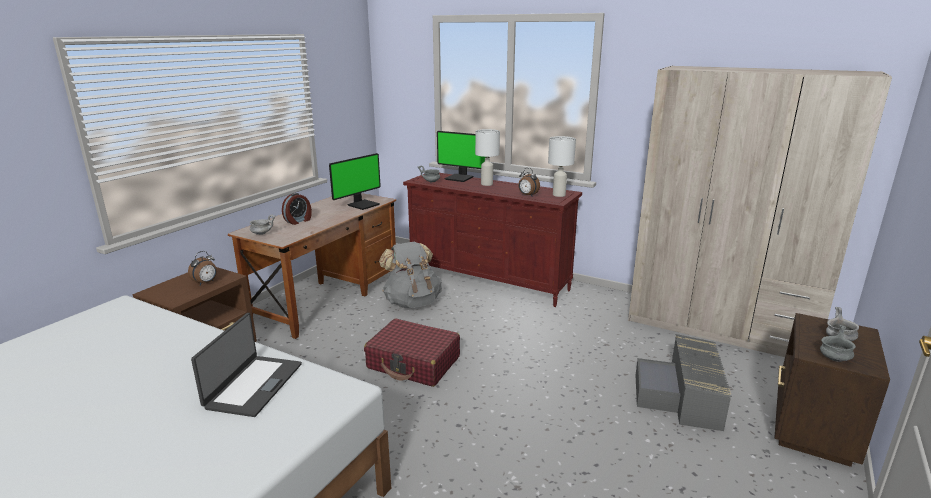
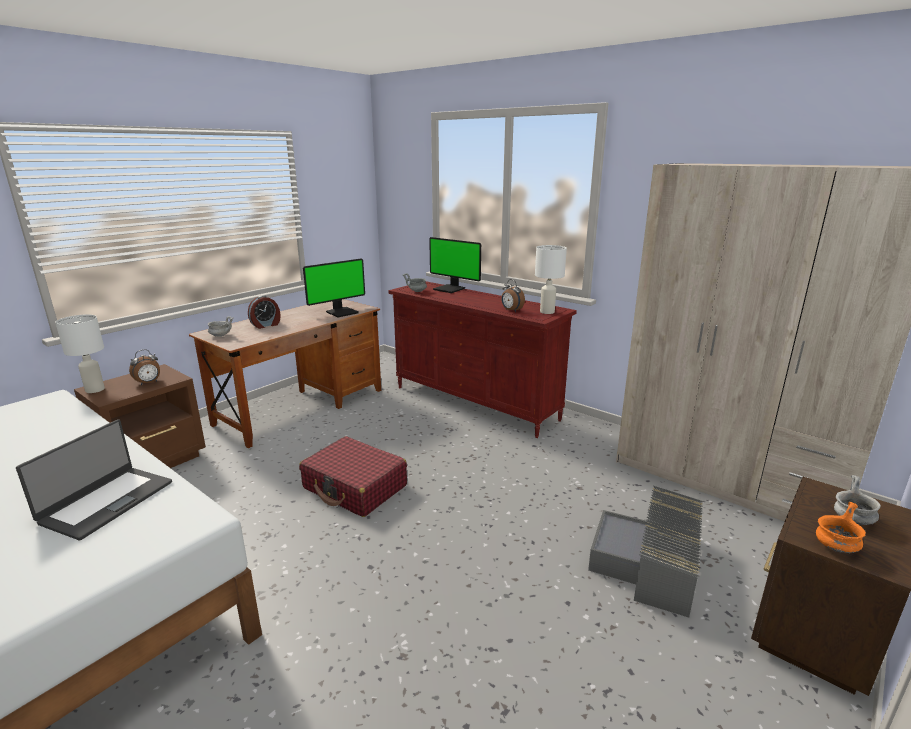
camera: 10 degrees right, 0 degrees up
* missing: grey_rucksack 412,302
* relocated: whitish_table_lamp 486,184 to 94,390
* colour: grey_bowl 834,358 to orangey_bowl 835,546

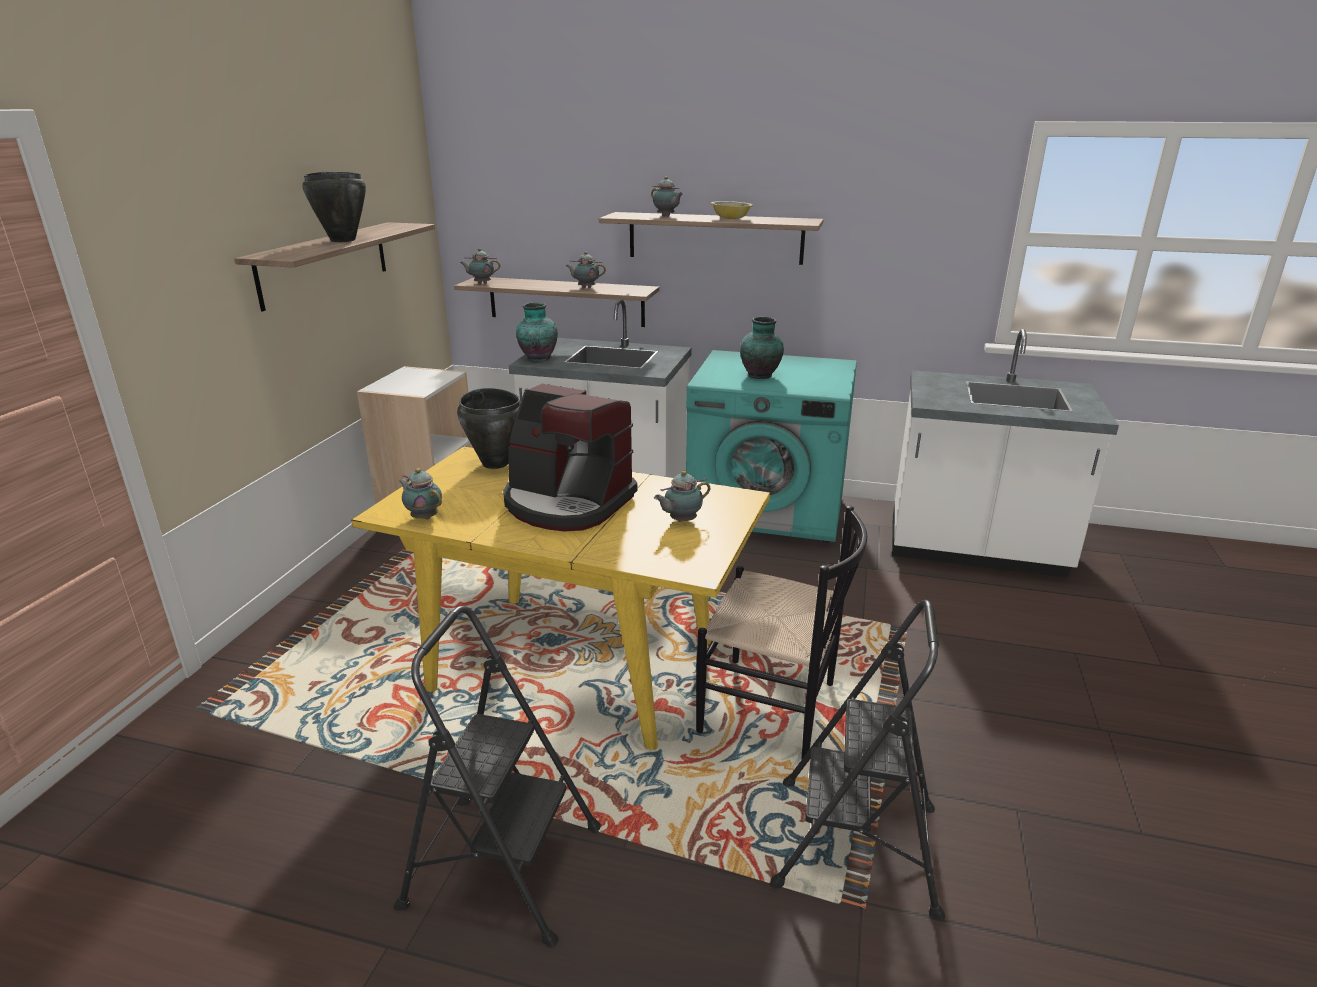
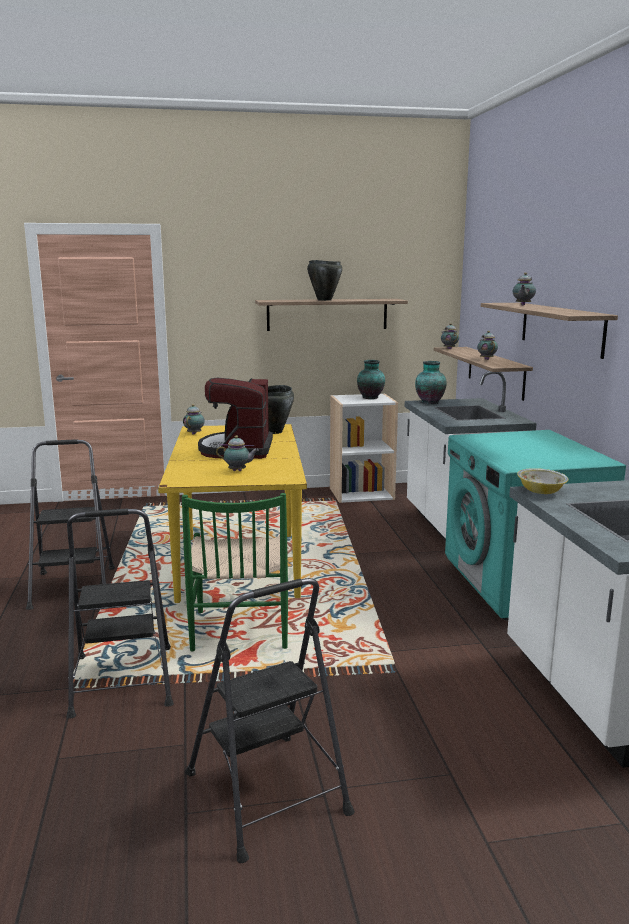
camera: 65 degrees right, 10 degrees down
* appeared: black_step_stool 268,794
* relocated: bowl 731,218 to 541,492
* relocated: flower_vase 761,375 to 371,398
* colour: black_plain_chair 774,710 to greenish_plain_chair 240,633
* spun: pot_for_tea 681,520 = 238,471 150 degrees clockwise

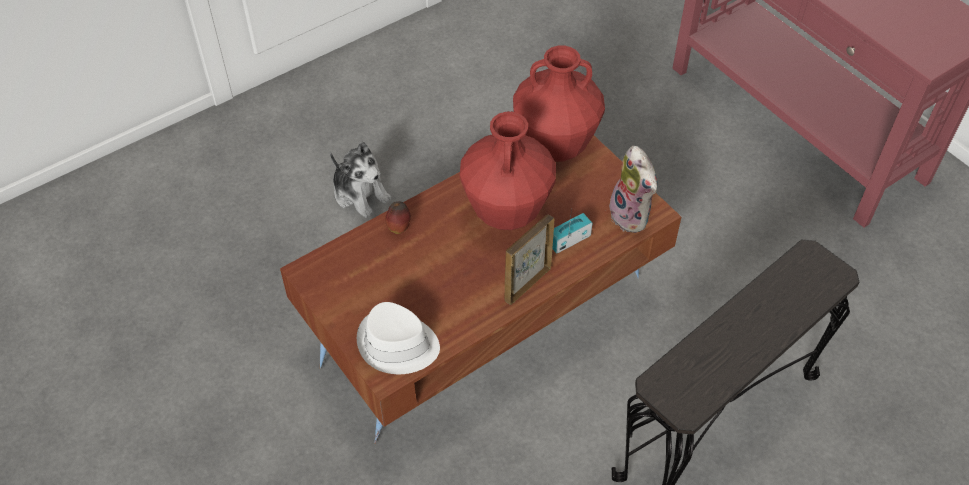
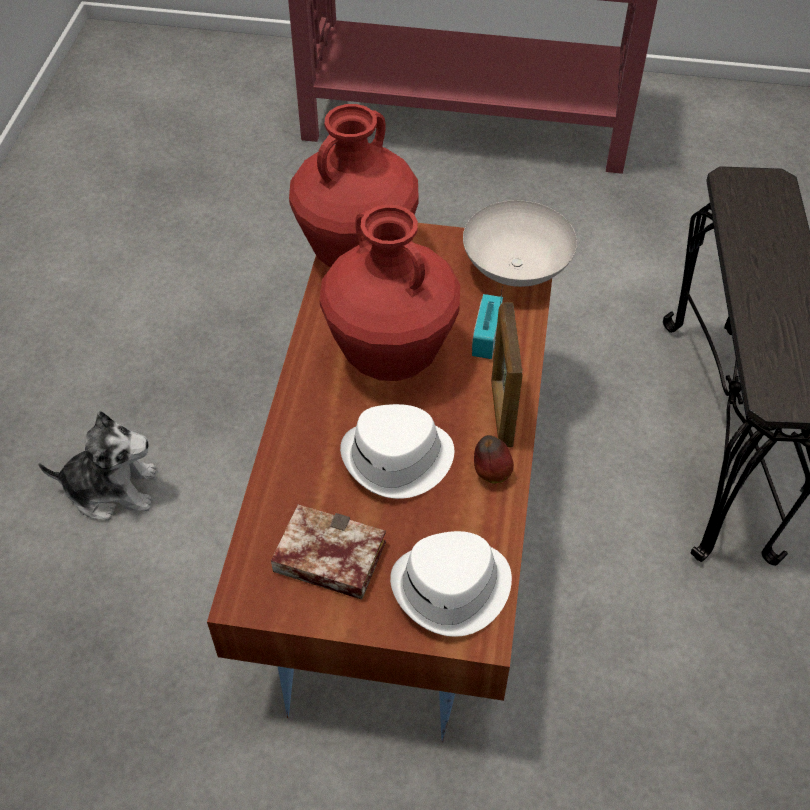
camera: 45 degrees left, 0 degrees up
* appeared: volume 324,559
* appeared: whitish_wearable_hat 398,459
* relocated: apple 399,227 to 491,473
* exchanged: plush_toy 632,216 to whitish_bowl 514,269

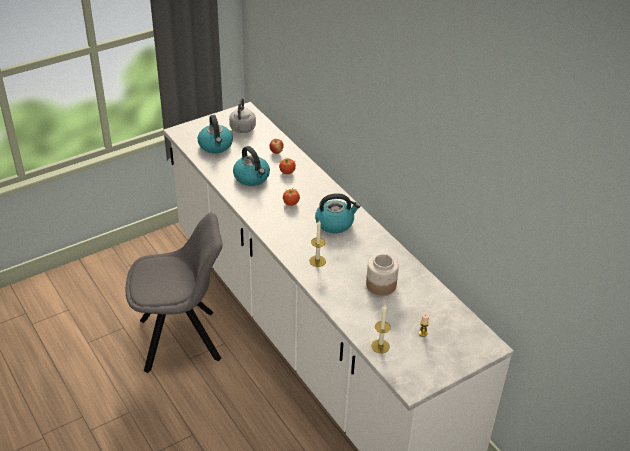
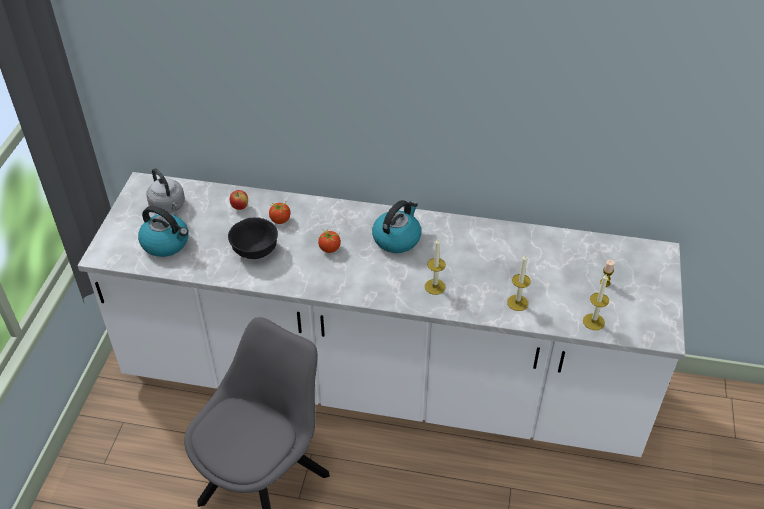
camera: 45 degrees left, 5 degrees up
* missing: jar 380,285
* appeared: wax_candle 517,303
* exchanged: tea_kettle 252,177 to black_bowl 254,250

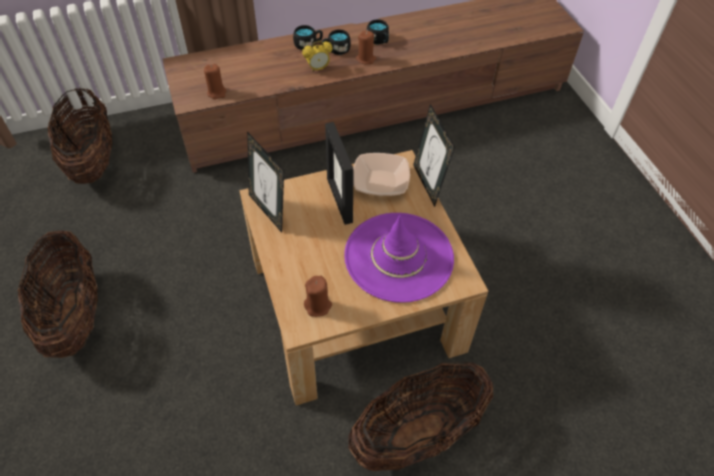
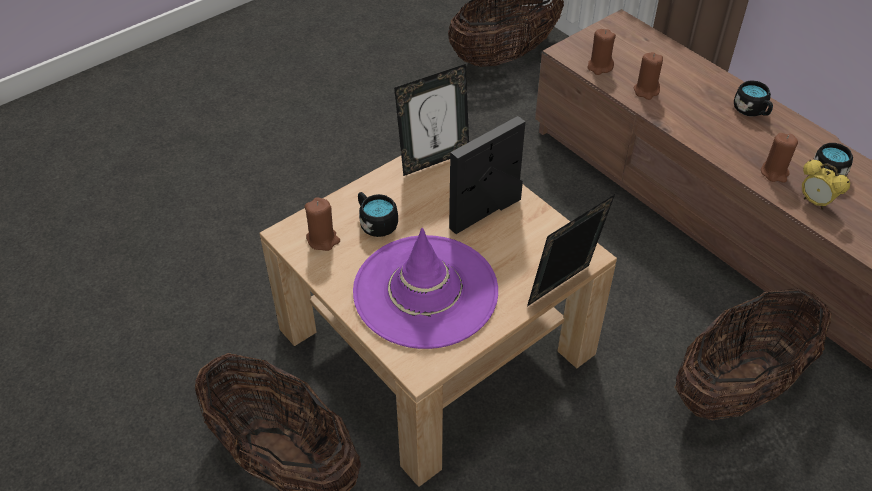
camera: 70 degrees right, 5 degrees down
* missing: bowl 380,182
* appeared: brown_wax_candle 646,91
* relocated: storage_basket 74,315 to 739,386
* relocated: table_clock 318,69 to 815,202
* relocated: black_coffee_mug 336,50 to 375,222
* spun: picture_frame 269,211 = 433,160 150 degrees counterclockwise

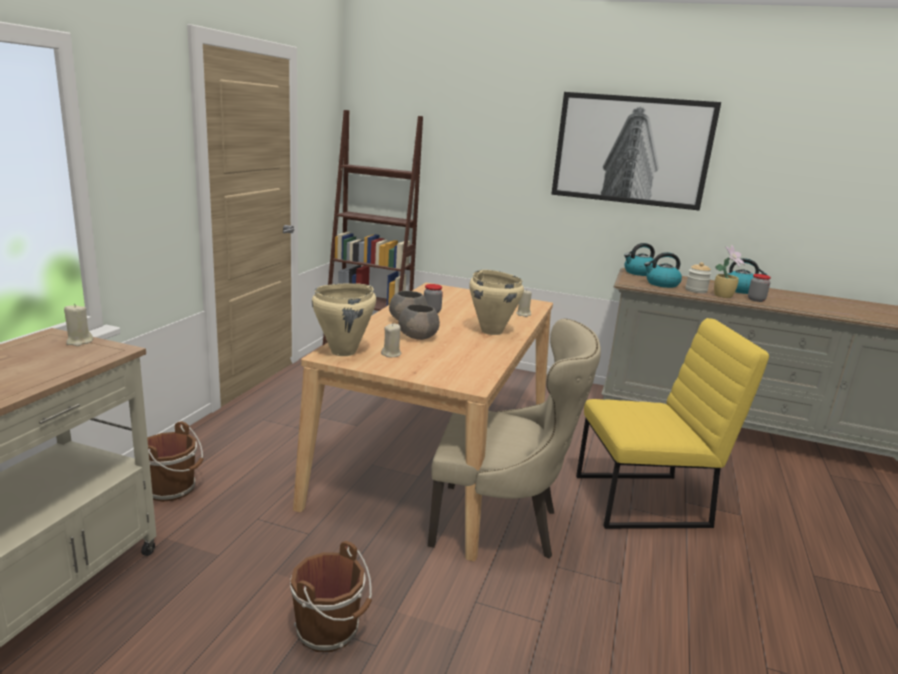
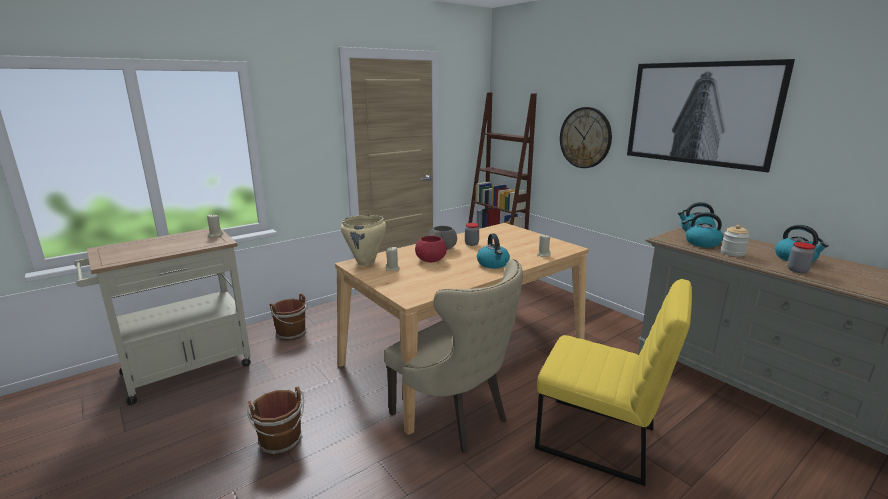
camera: 35 degrees right, 0 degrees up
* missing: potted_plant 723,296
* appeared: wall_clock 585,138
* exchanged: beige-coloured_stockpot 491,331 to tea_kettle 493,264
* colour: grey_bowl 418,336 to red_bowl 431,260

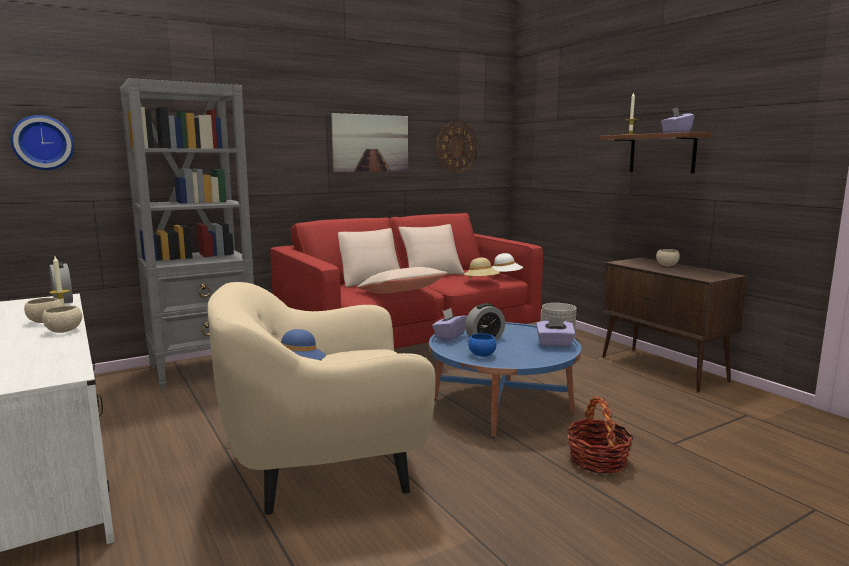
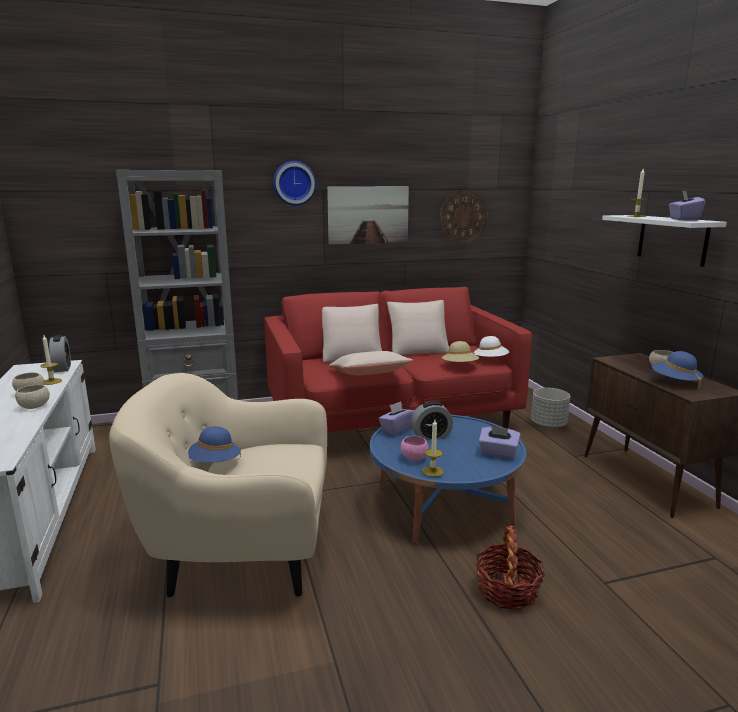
camera: 15 degrees right, 5 degrees up
* appeared: wax_candle 432,471
* appeared: blue-coloured_wearable_hat 675,382
* relocated: wall_clock 43,142 to 294,183
* colour: blue-coloured_bowl 482,355 to pink-coloured_bowl 414,458
* colour: brown_shelf 662,153 to whitish_shelf 672,239

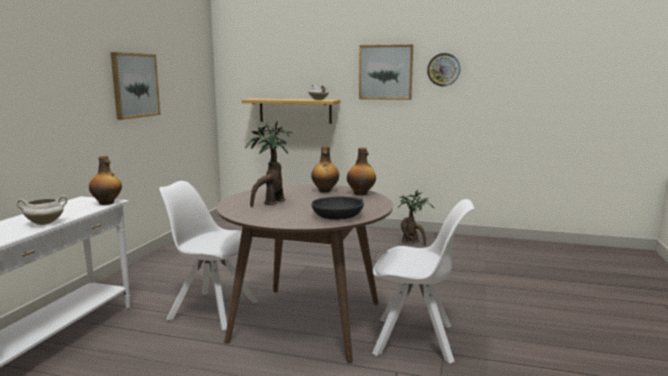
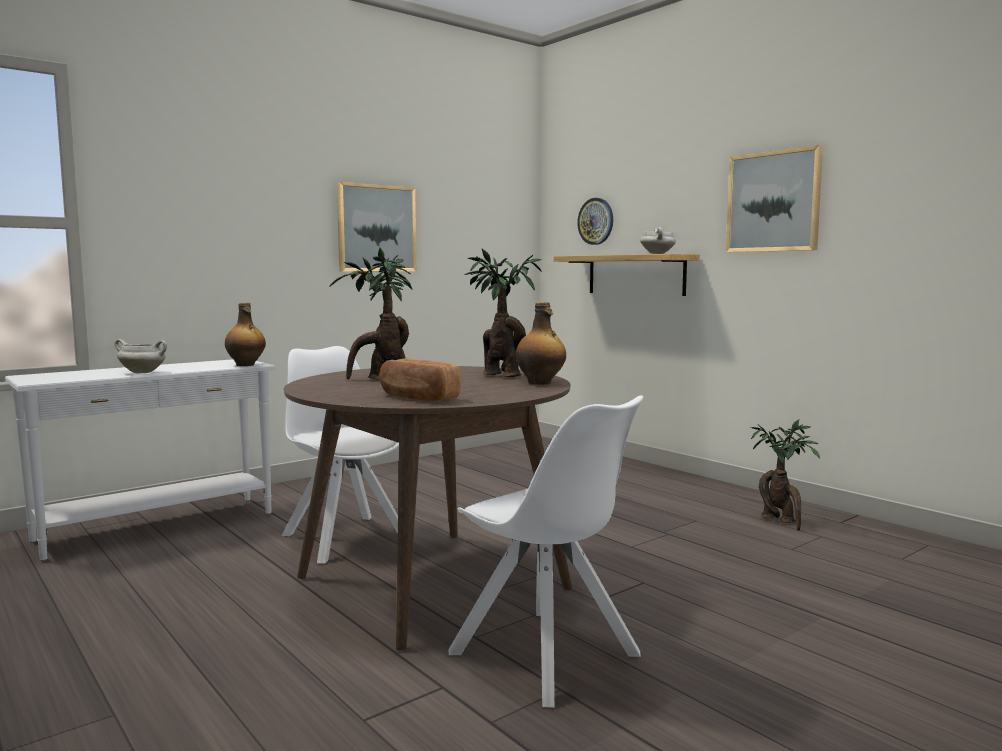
camera: 35 degrees right, 5 degrees down
* relocated: wall_clock 443,69 to 596,221
* exchanged: drink_bottle 325,191 to potted_plant 499,375
* exchanged: black_bowl 337,215 to bread 417,397

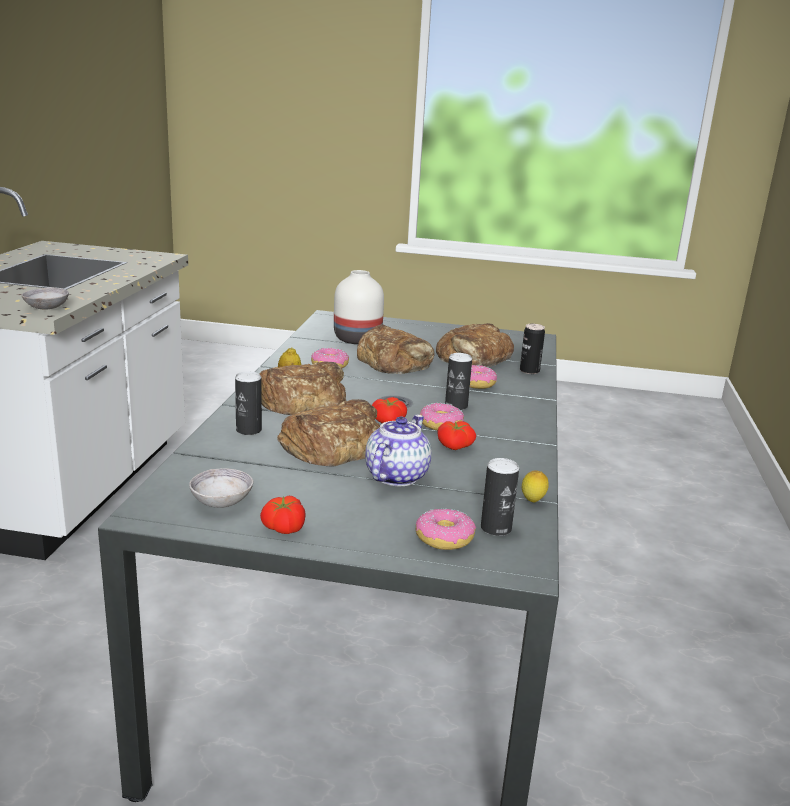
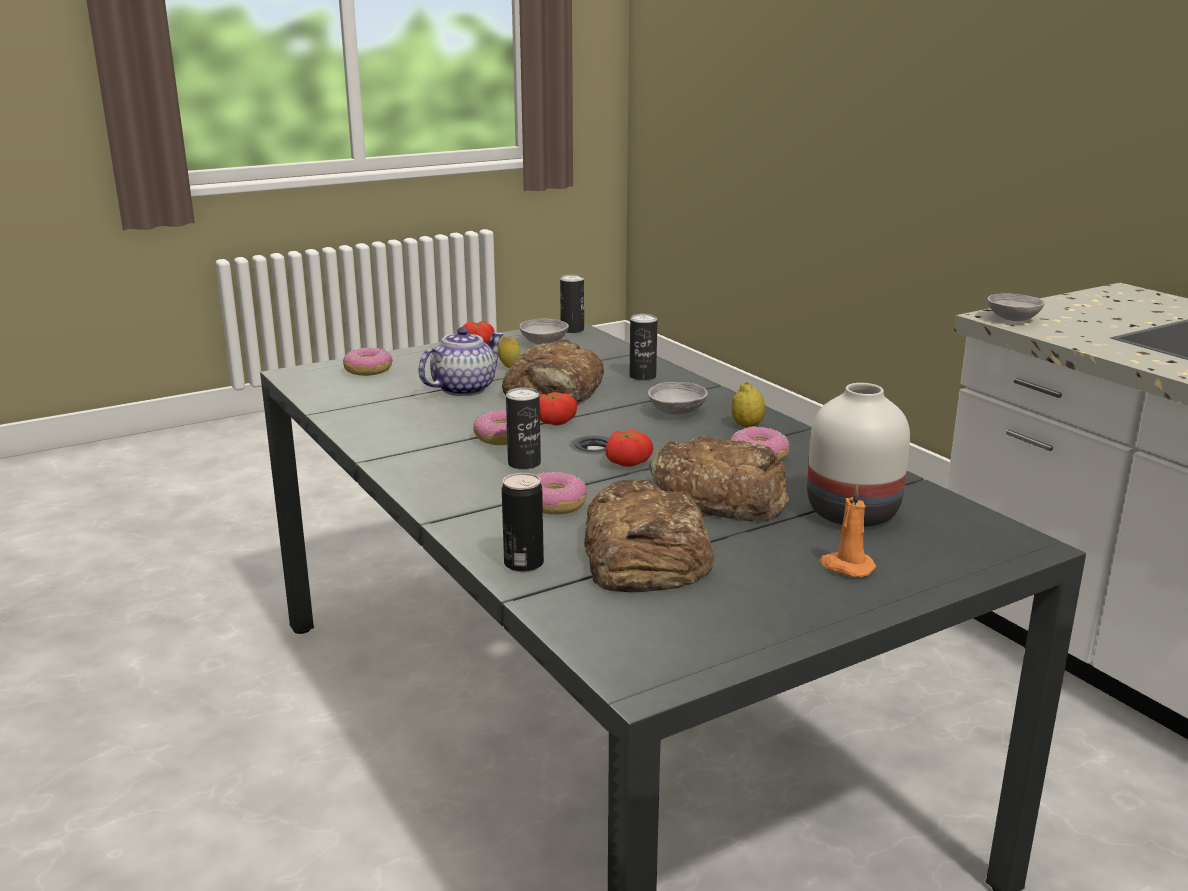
camera: 140 degrees right, 0 degrees up
* appeared: orangey_wax_candle 846,567
* relocated: fresh_tomato 454,447 to 627,462
* relocated: can 496,528 to 572,330
* relocated: lemon 532,502 to 509,367
* exchanged: bread 302,399 to grey_bowl 677,412
* spun: pot_for_tea 396,476 = 463,388 120 degrees counterclockwise

